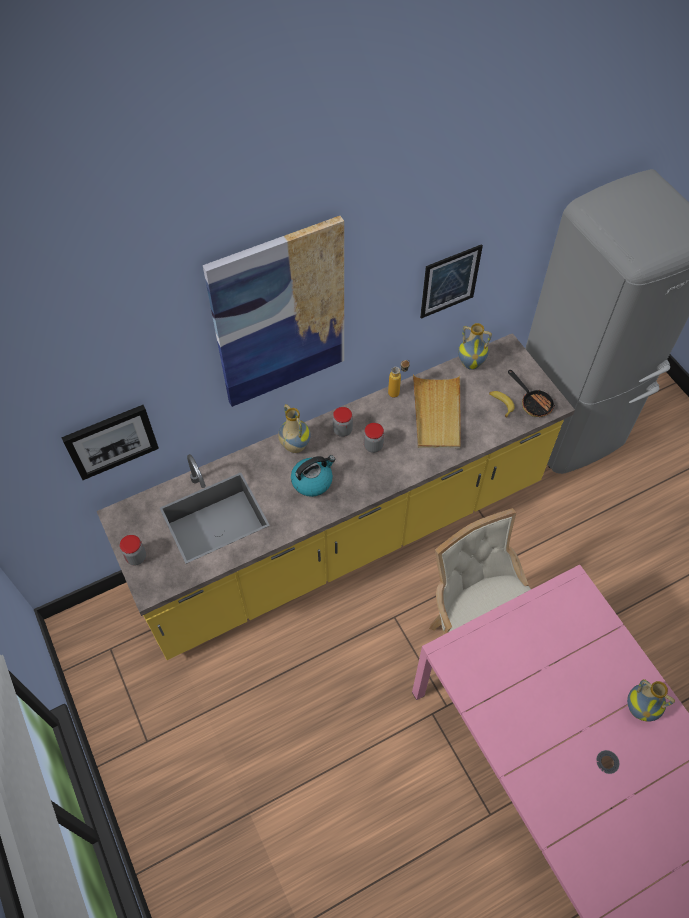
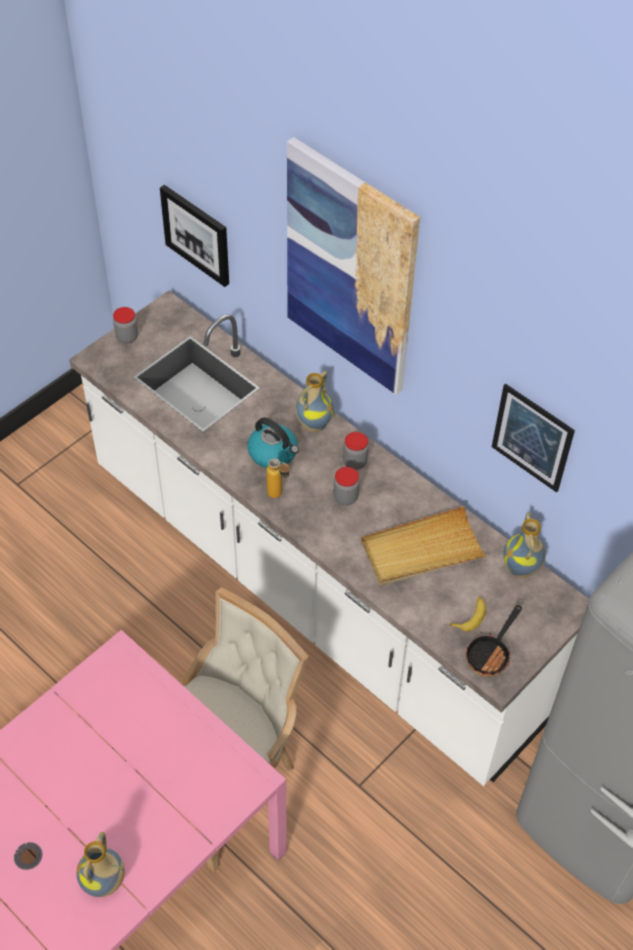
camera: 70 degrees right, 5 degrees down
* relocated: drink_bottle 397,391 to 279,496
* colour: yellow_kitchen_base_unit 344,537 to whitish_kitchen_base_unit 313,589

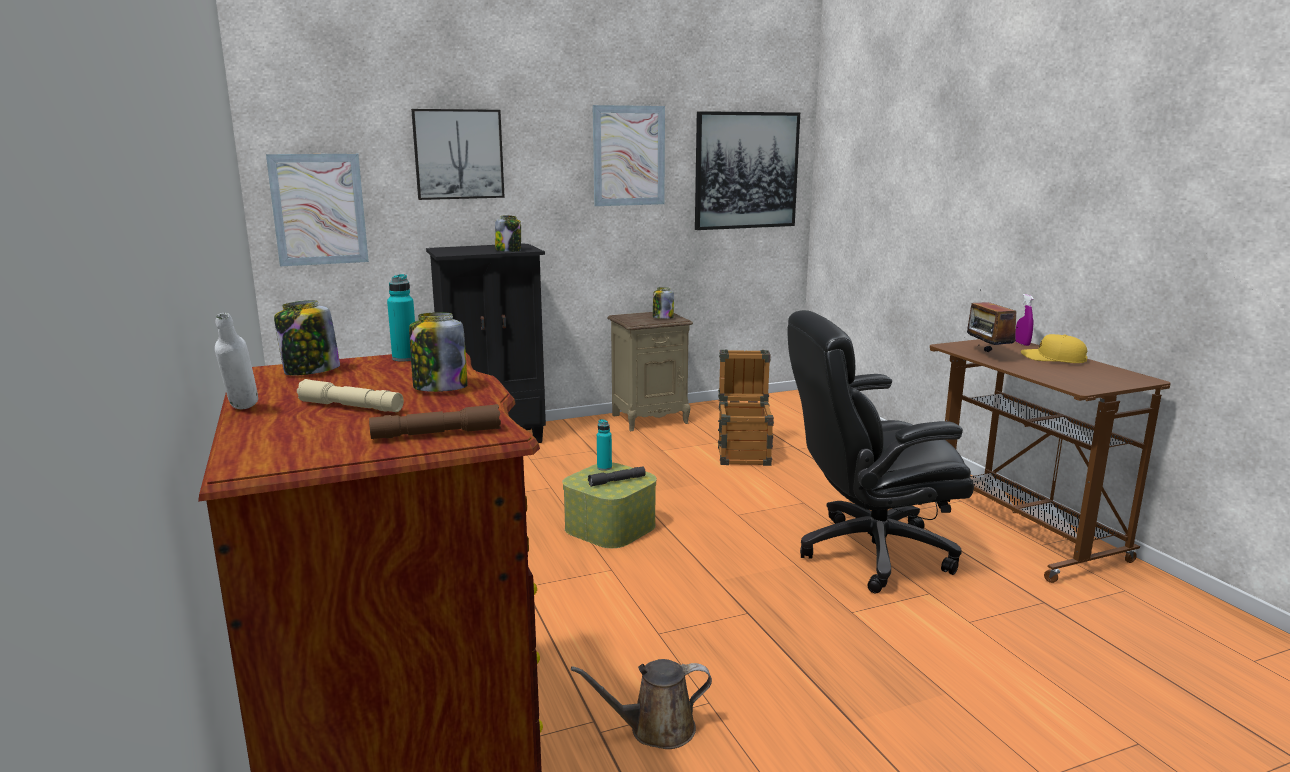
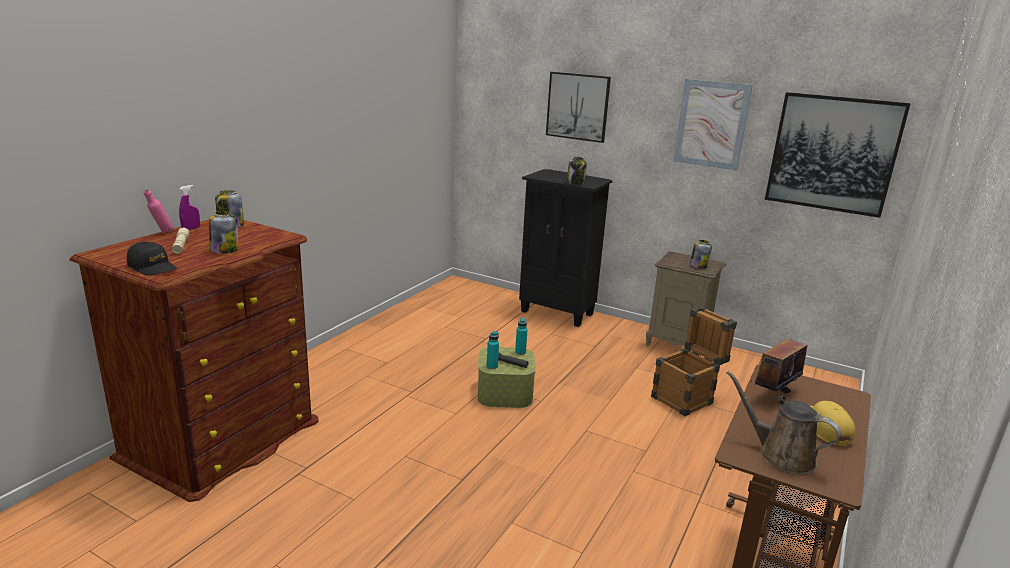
camera: 50 degrees right, 5 degrees up
* missing: wall_art 319,209
* missing: black_computer_chair 866,552
* relocated: blue-green_drink_bottle 405,358 to 492,366
* relocated: brown_watering_can 655,729 to 780,455
* relocated: purple-coloured_sprayer 1022,344 to 191,229
* exchanged: brown_torch 436,434 to black_peaked_cap 152,267
* colour: whitish_drink_bottle 242,410 to pink-coloured_drink_bottle 162,233

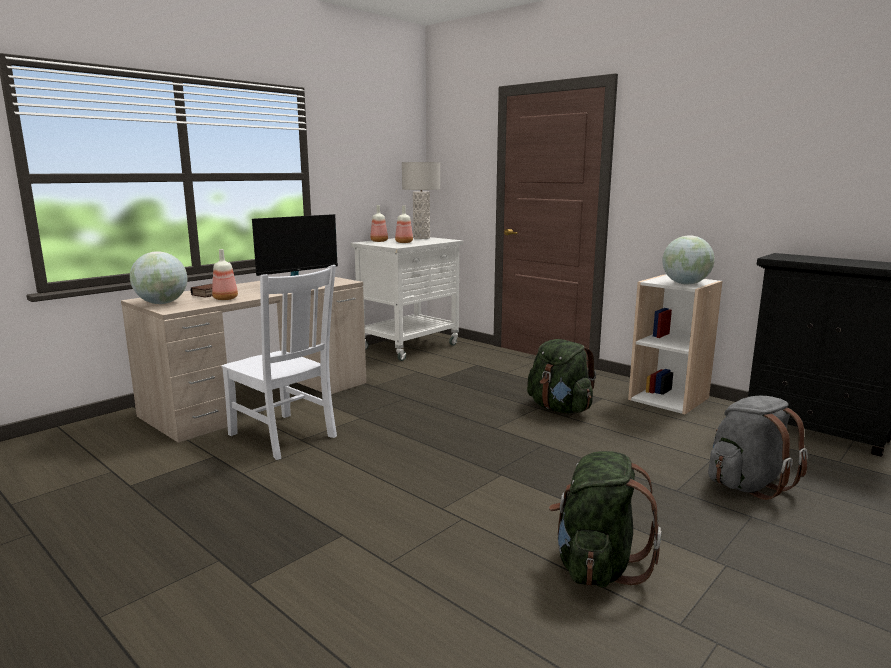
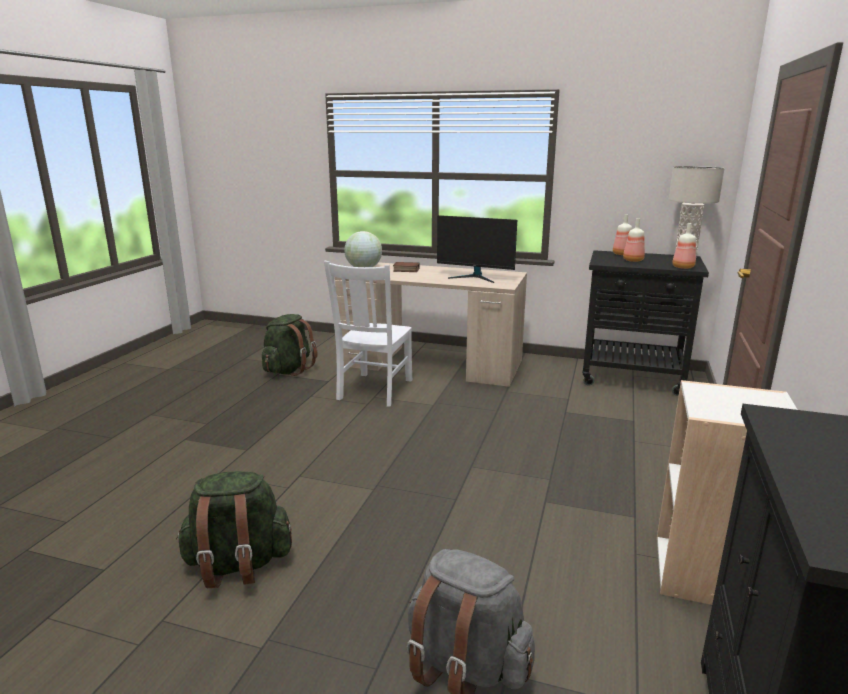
camera: 65 degrees right, 5 degrees up
* missing: globe 685,284
* relocated: drink_bottle 226,299 to 683,267
* relocated: greenish_rucksack 560,408 to 289,370
* colour: whitish_trolley 410,347 to black_trolley 632,378

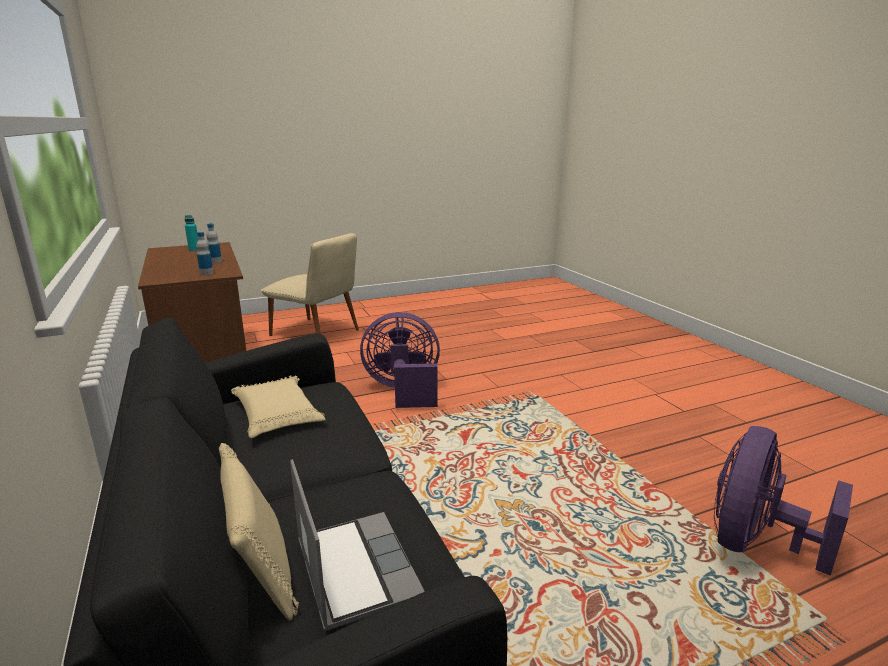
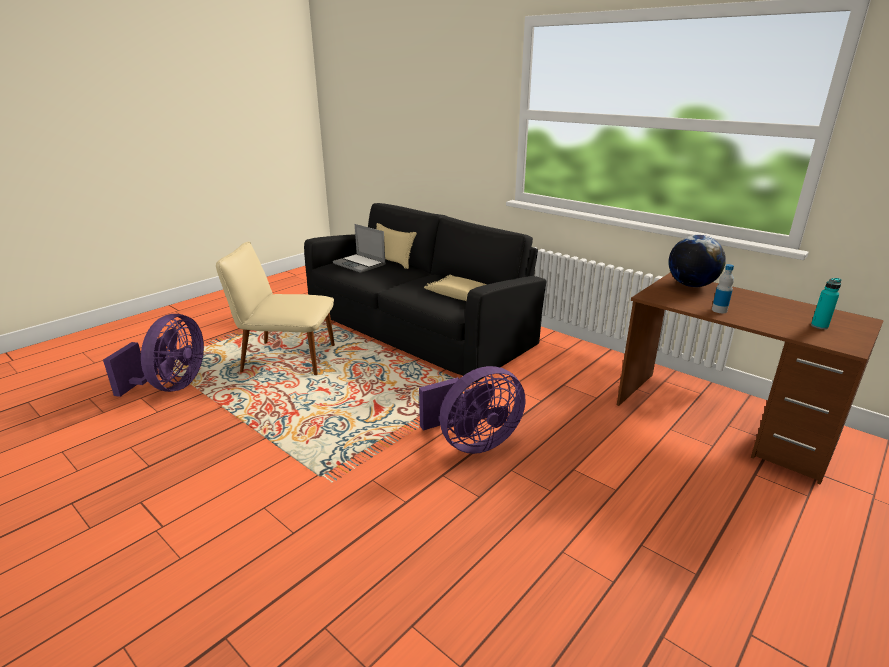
camera: 155 degrees right, 5 degrees up
* missing: drink_bottle 206,273
* appeared: globe 691,285
* relocated: beige-coloured_plain_chair 314,333 to 289,358

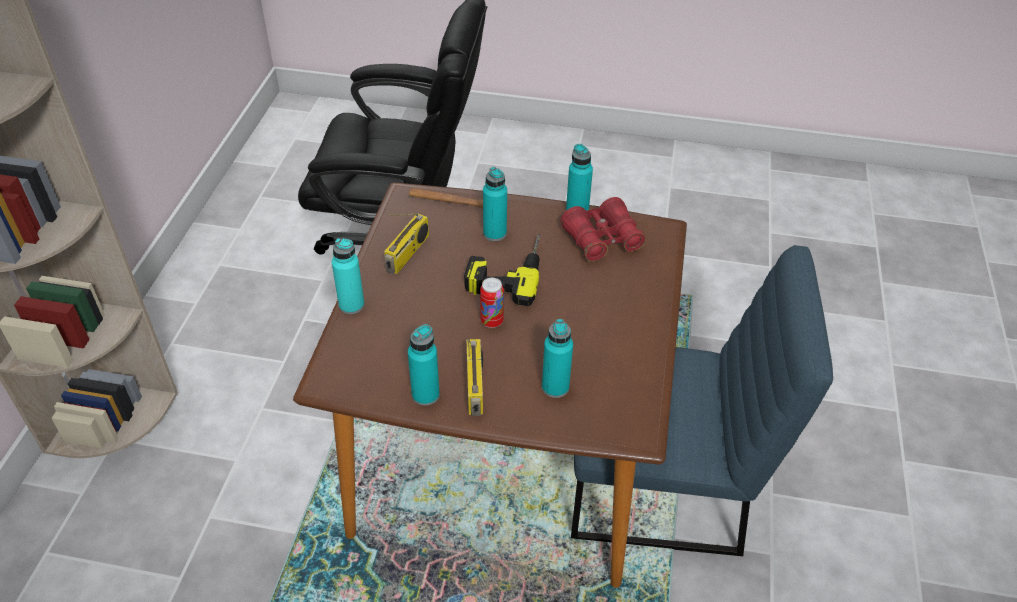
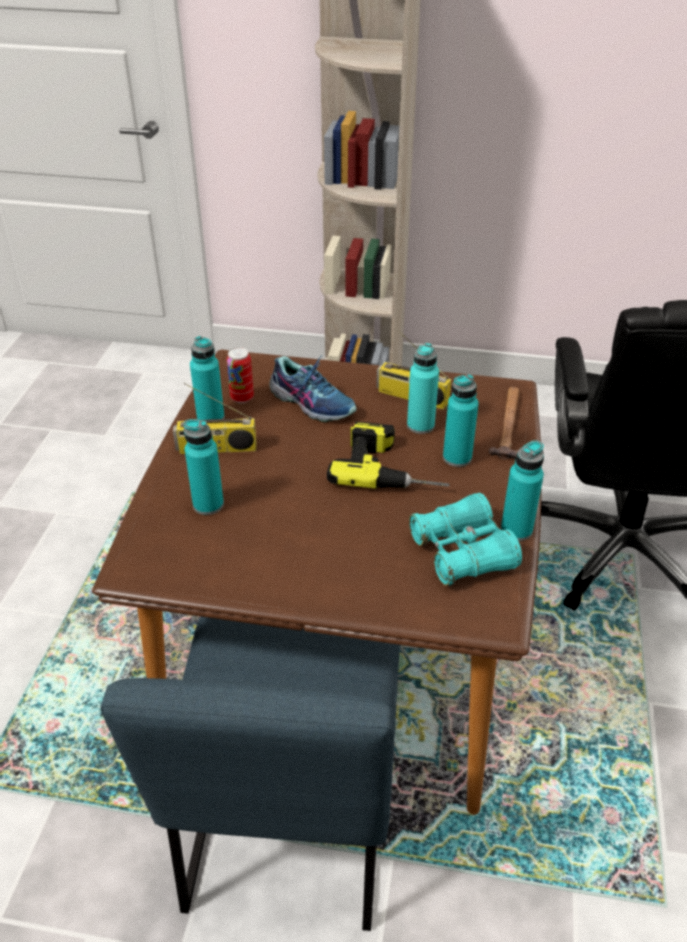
camera: 90 degrees right, 5 degrees down
* appeared: item_of_footwear 312,402
* relocated: blue-green_drink_bottle 351,305 to 420,425
* relocated: can 492,321 to 242,398
* colour: red_field_glasses 602,239 to blue-green_field_glasses 462,552

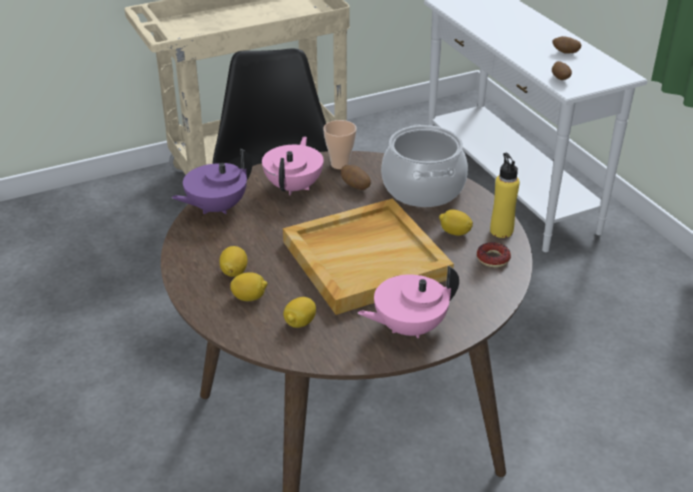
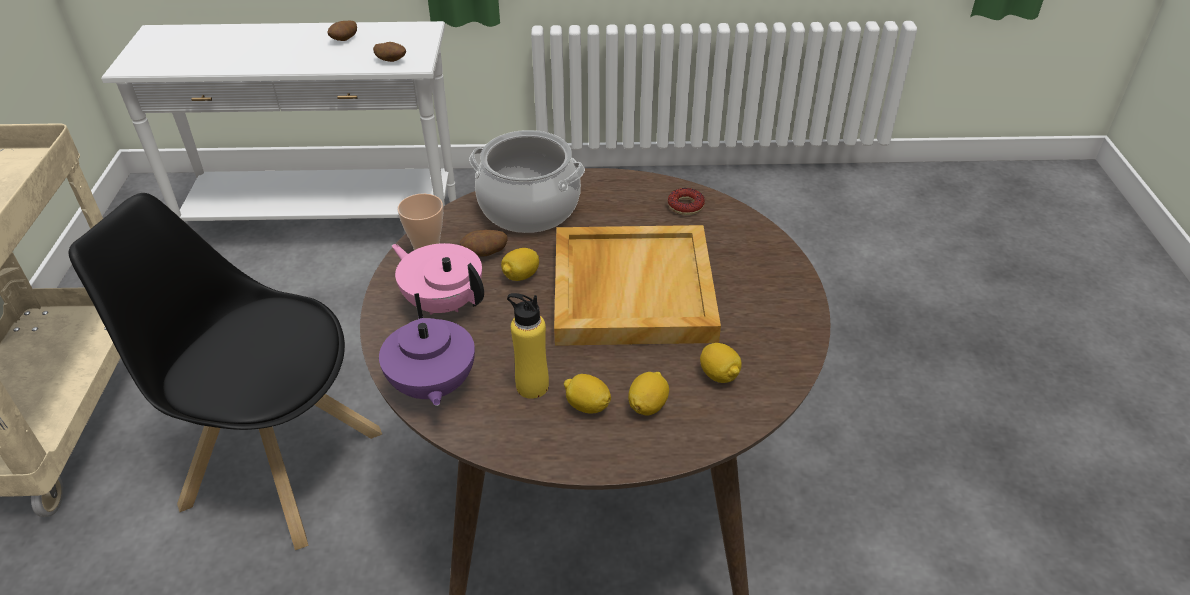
camera: 65 degrees left, 5 degrees up
* missing: pink-coloured_pot_for_tea 408,327
* relocated: lemon 454,233 to 520,276
* relocated: yellow_drink_bottle 501,231 to 532,386

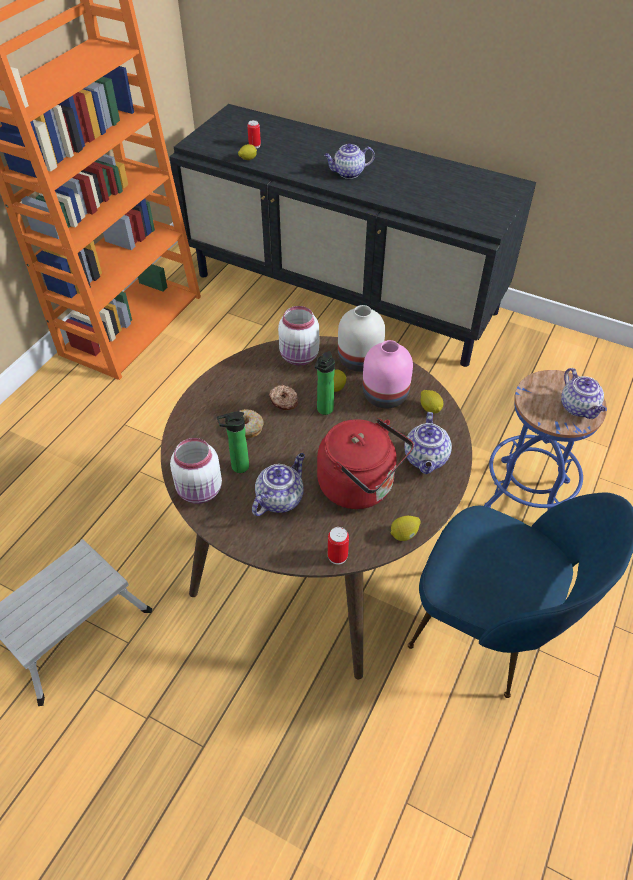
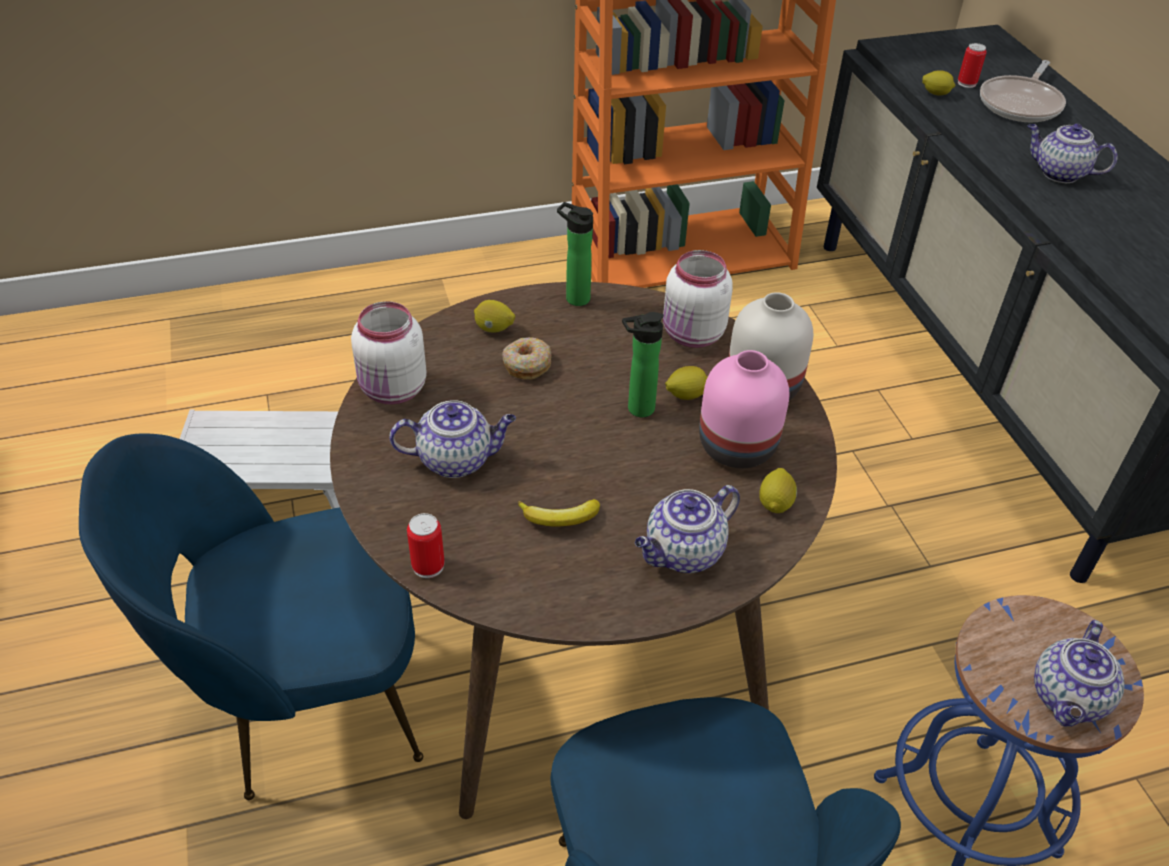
camera: 45 degrees right, 5 degrees down
* missing: donut 283,401
* appeared: blue-coloured_plain_chair 306,710
* appeared: frying_pan 1021,104
* relocated: drink_bottle 237,467 to 574,297
* relocated: lemon 404,534 to 494,329
* exchanged: red_tea_kettle 360,486 to banana 560,518

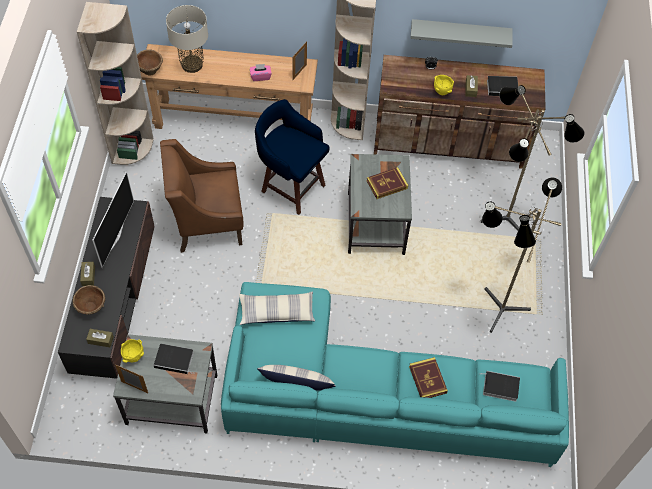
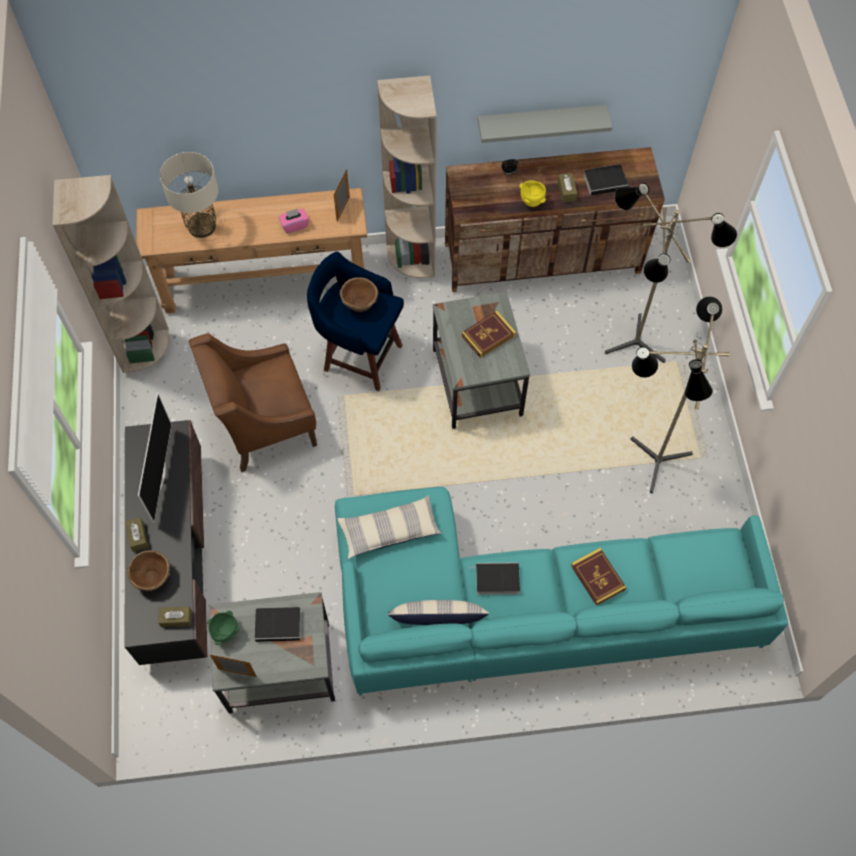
camera: 10 degrees left, 5 degrees up
* relocated: brown_bowl 150,70 to 359,303
* relocated: volume 499,387 to 496,580
* colour: yellow_bowl 134,356 to greenish_bowl 225,632

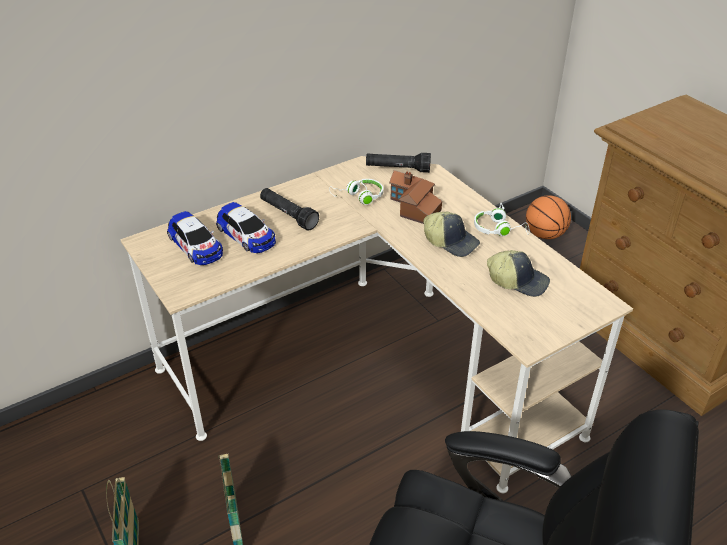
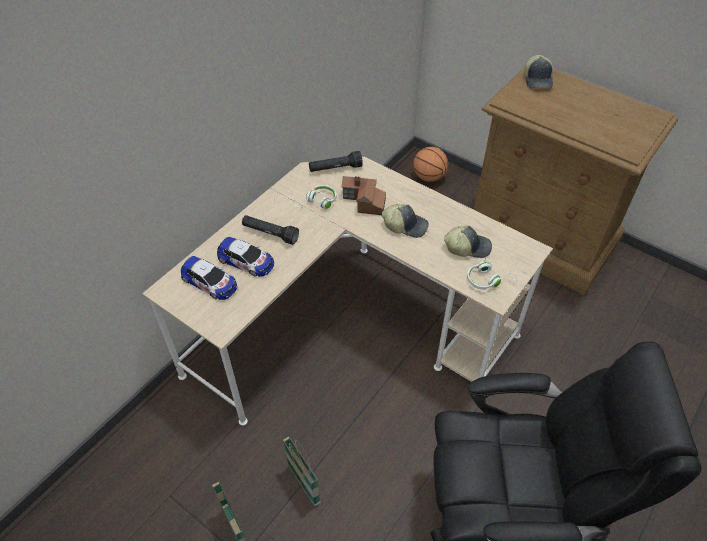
camera: 20 degrees left, 10 degrees up
* appeared: peaked_cap 538,80
* relocated: whitish_pair_of_headphones 499,229 to 488,279

